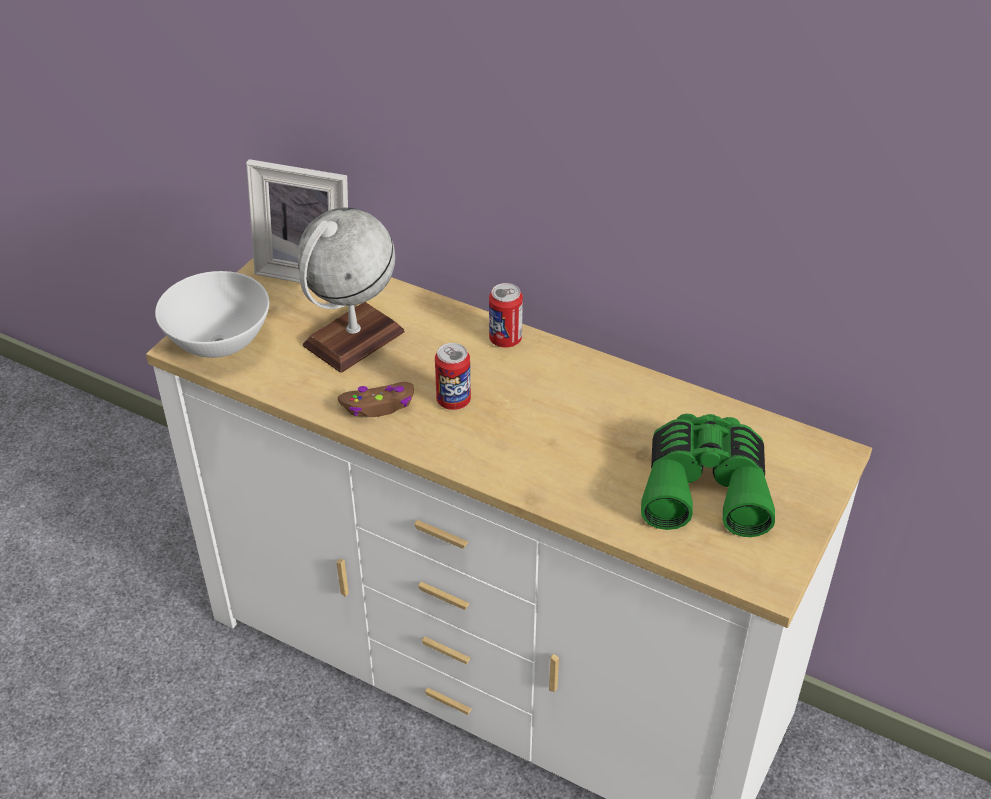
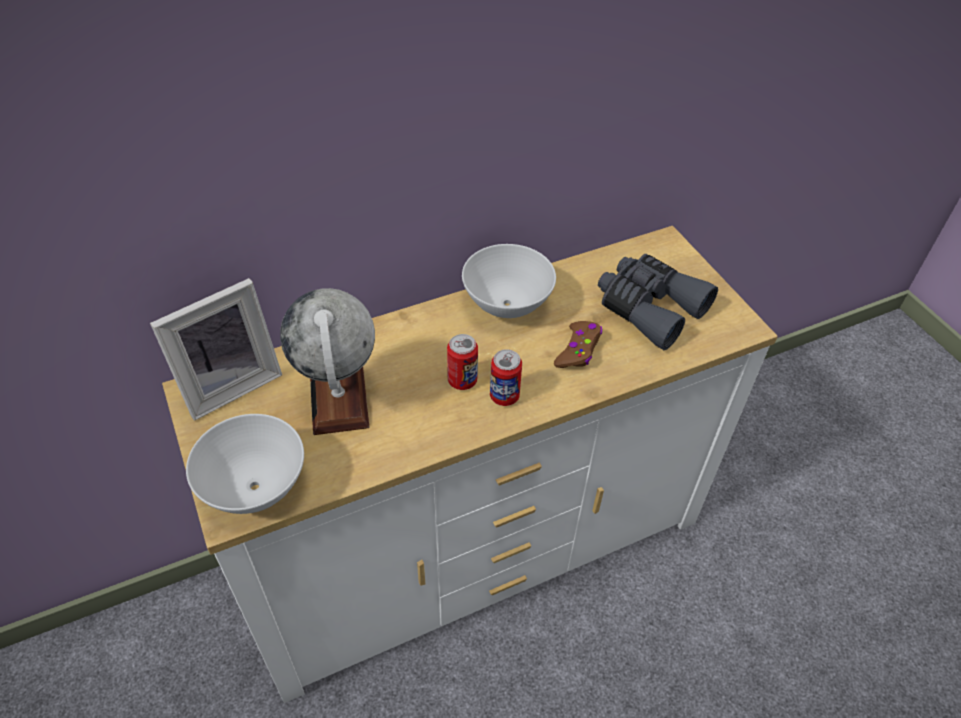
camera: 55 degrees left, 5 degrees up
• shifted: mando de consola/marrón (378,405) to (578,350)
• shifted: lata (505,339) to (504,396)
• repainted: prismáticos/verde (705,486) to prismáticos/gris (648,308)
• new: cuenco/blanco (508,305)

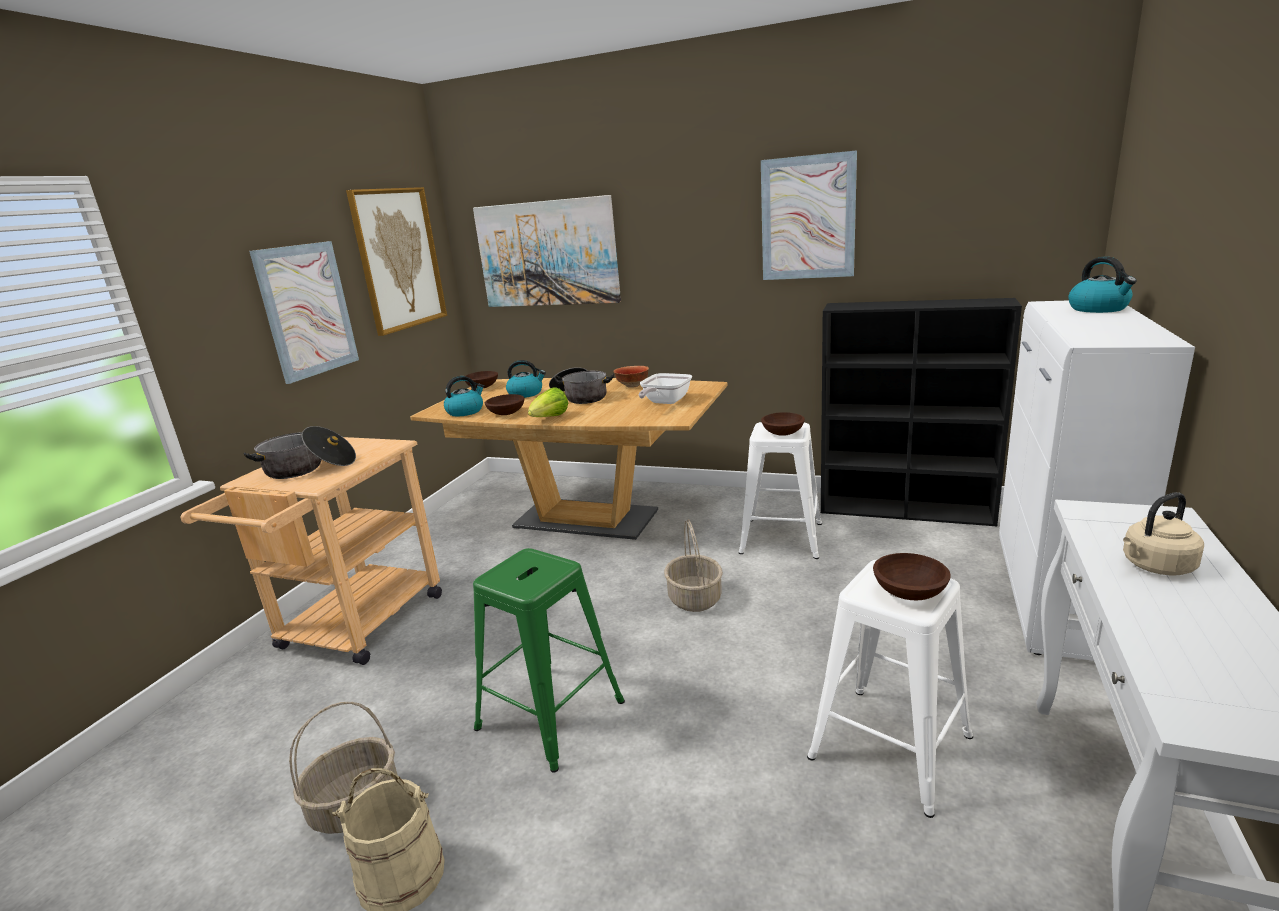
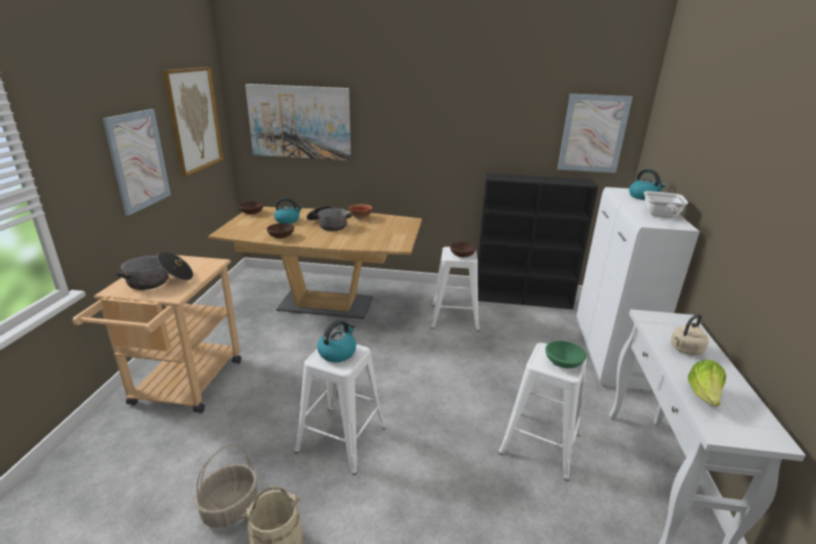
camera: 15 degrees left, 5 degrees up
• shifted: hervidor (465,411) to (337,353)
• repainted: taburete/verde (550,713) to taburete/blanco (341,437)
• shifted: lechuga (549,418) to (704,396)
• shifted: sartén (664,402) to (660,216)
• gone: cesta (695,599)
• shifted: cuadro (807,218) to (593,133)
• repainted: cuenco/marrón (908,592) to cuenco/verde (562,363)

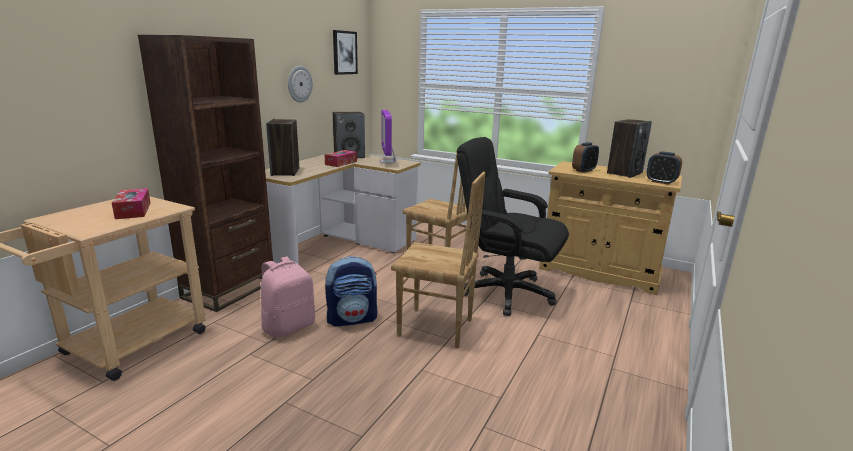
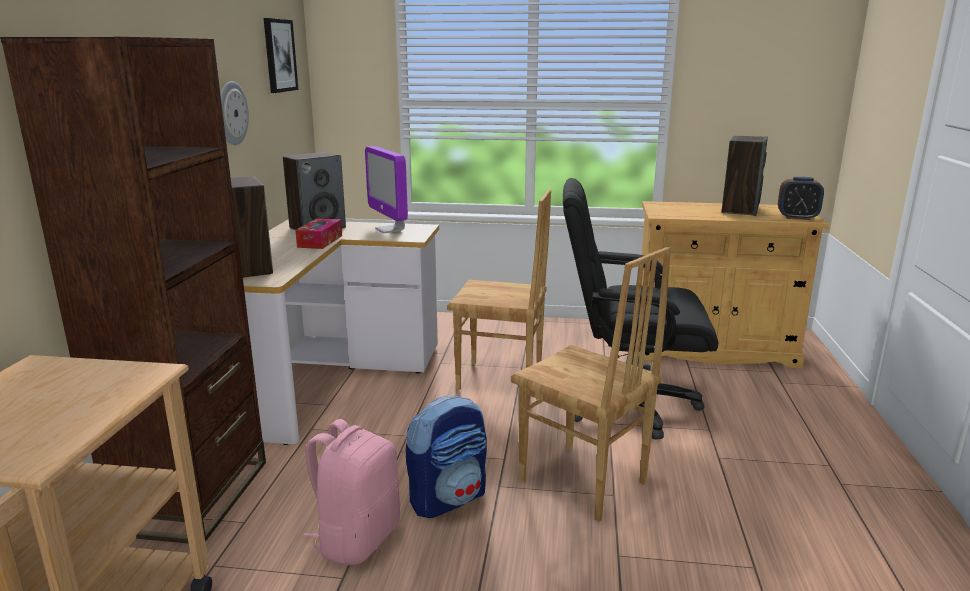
camera: 20 degrees left, 0 degrees up
• gone: caja de pañuelos (133,210)
• rotated: silla/marrón (435,328) = (582,483) 45 degrees clockwise
• gone: despertador (583,170)

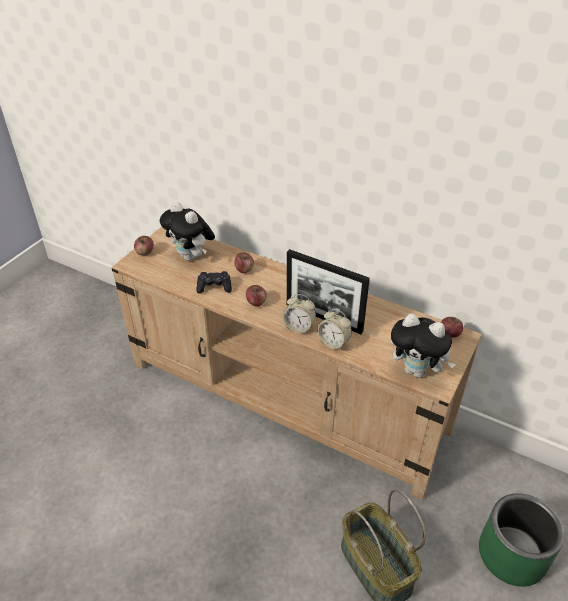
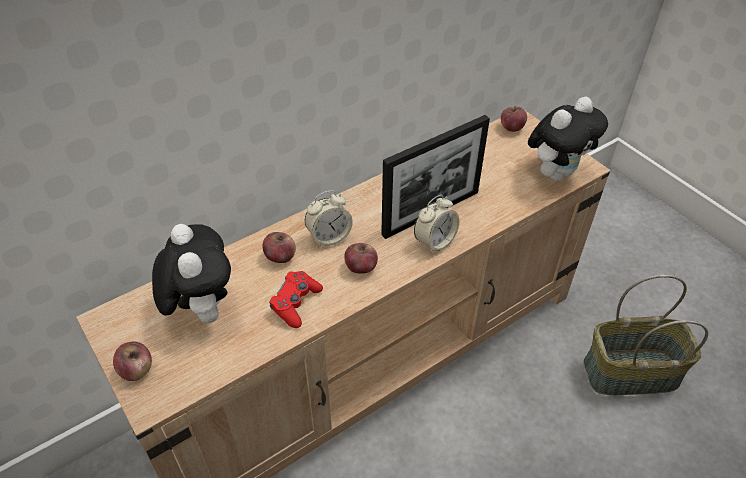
camera: 65 degrees left, 5 degrees up
• rotated: peluche (191,257) = (201,309) 90 degrees counterclockwise
• repainted: mando de consola/negro (214,287) to mando de consola/rojo (296,303)
• shifted: despertador (333,342) to (329,237)
• gone: maceta/verde (512,555)

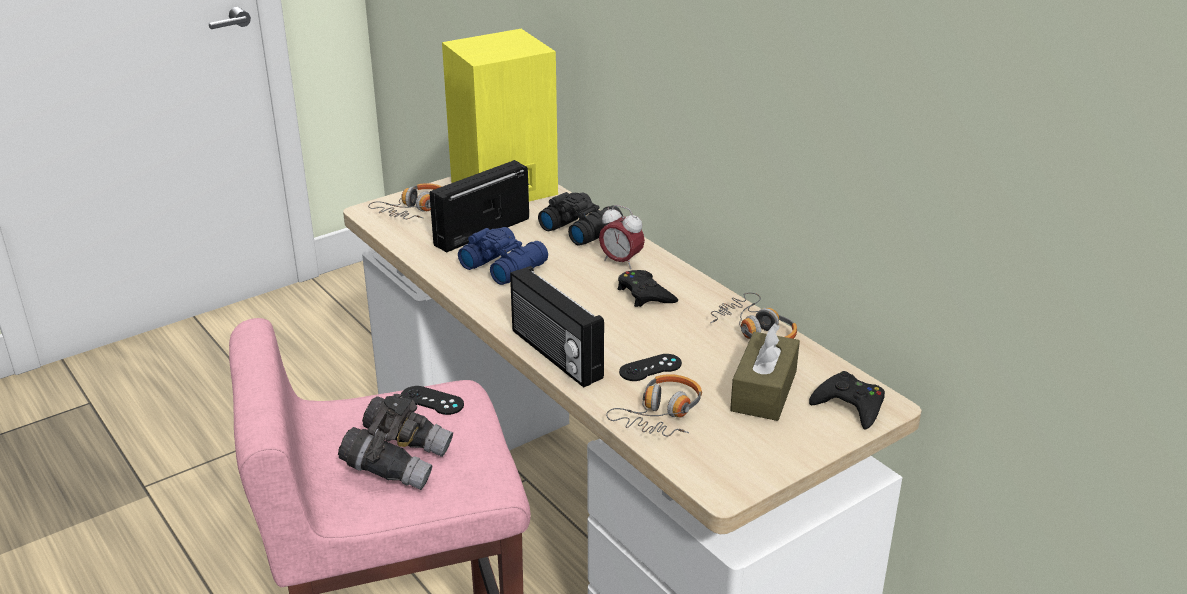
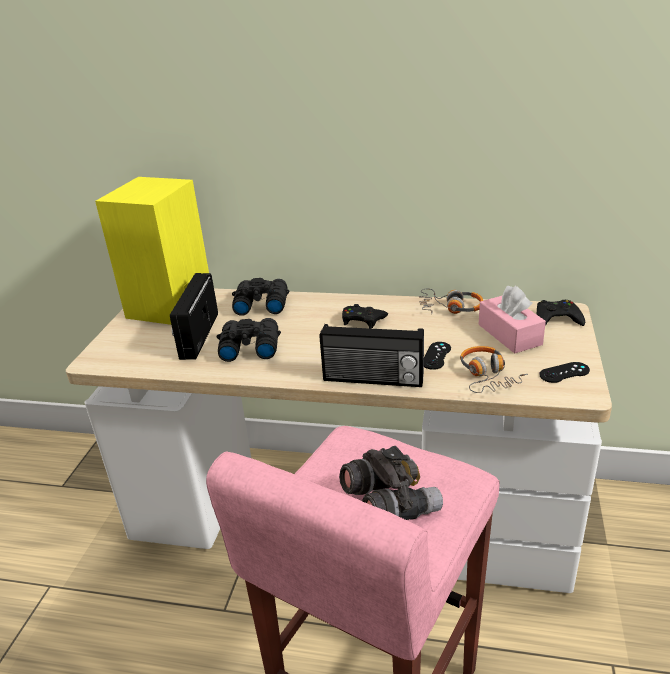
camera: 40 degrees left, 0 degrees up
• gone: auriculares (414,210)
• shifted: mando de consola/negro (432,401) to (564,372)
• repainted: prismáticos/azul (503,265) to prismáticos/negro (248,347)
• gone: despertador (621,262)
• repainted: caja de pañuelos/marrón (764,391) to caja de pañuelos/rosa (509,334)

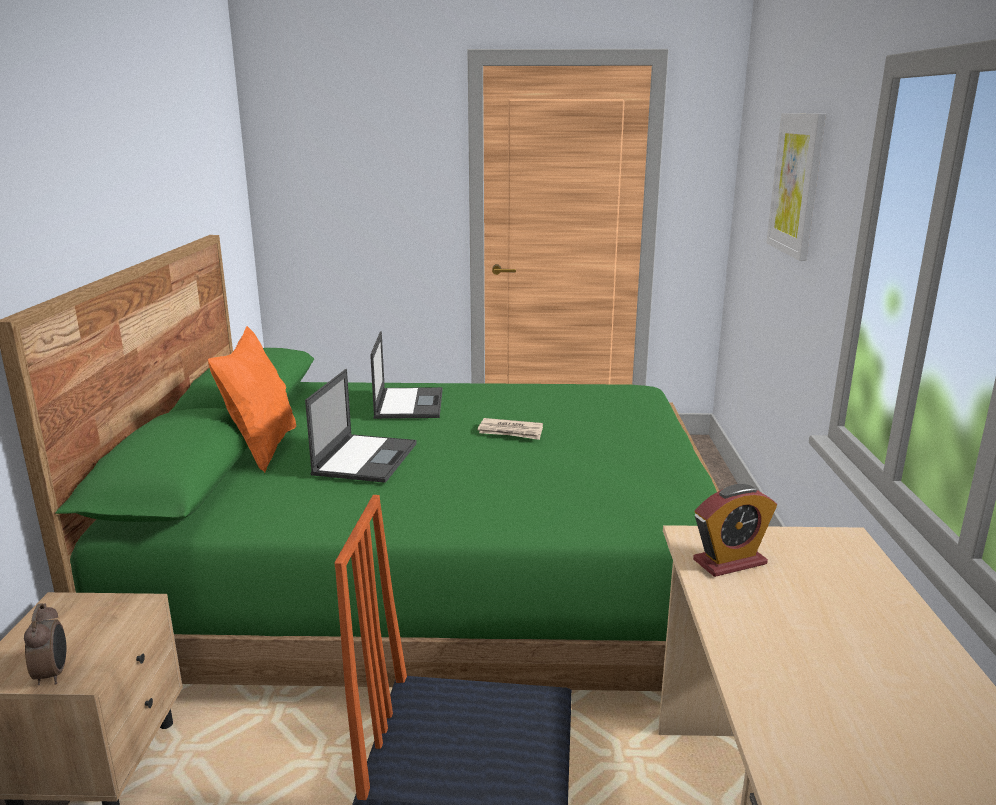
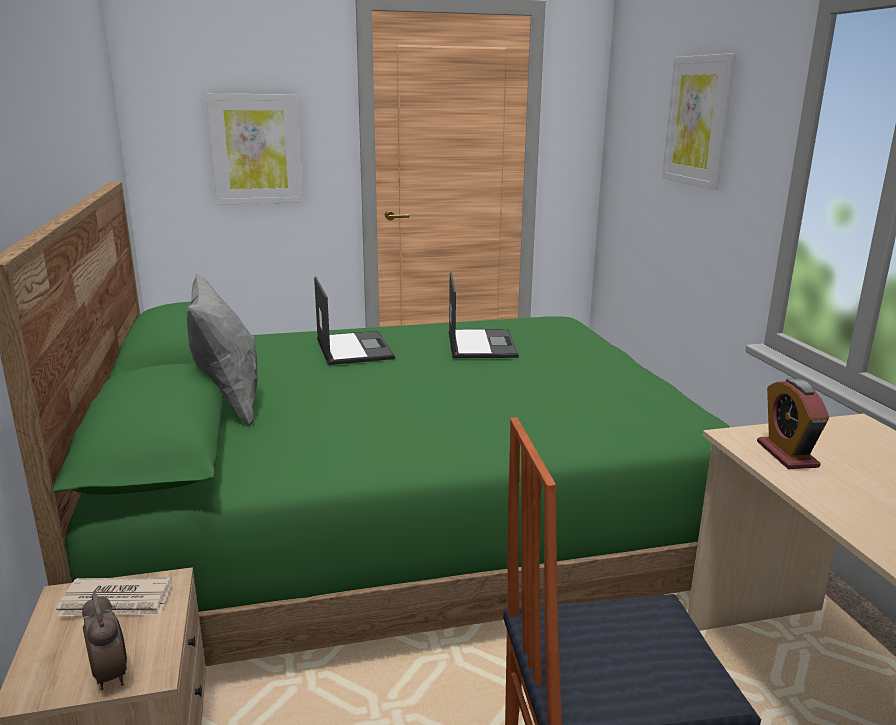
camera: 15 degrees left, 0 degrees up
• repainted: cojín/naranja (261,448) to cojín/gris (228,403)
• shifted: portátil (365,458) to (481,344)
• shifted: periódico (511,432) to (117,602)
• rotated: despertador (729,562) = (787,454) 120 degrees clockwise
• new: cuadro (256,149)

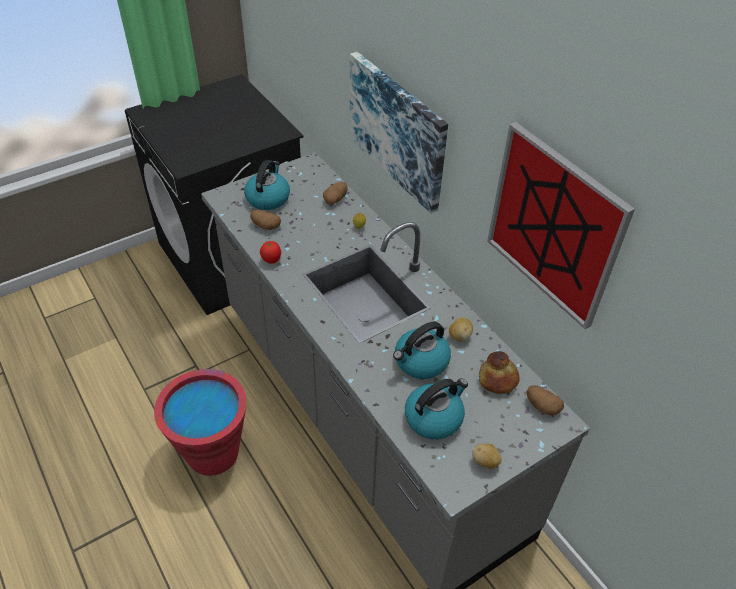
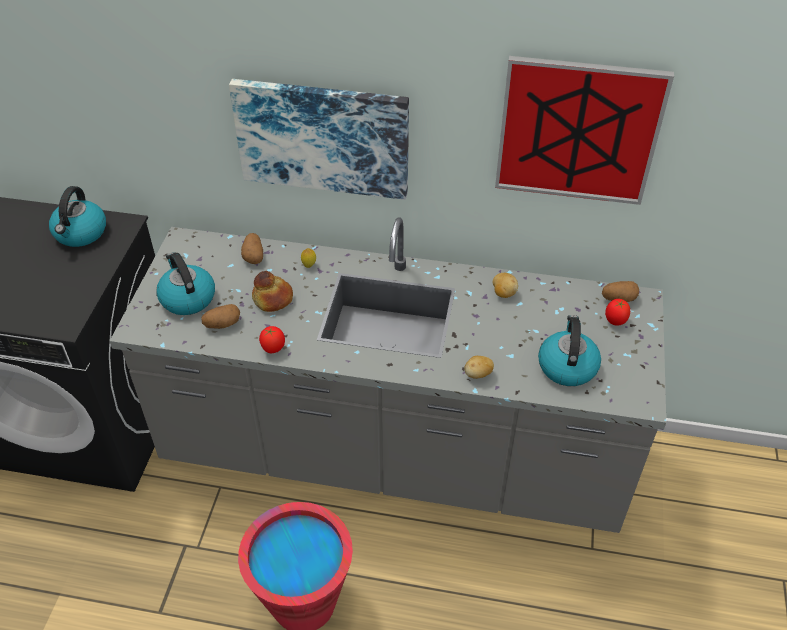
camera: 45 degrees left, 0 degrees up
• shifted: hervidor (420,362) to (80,233)
• shifted: patata (485,462) to (478,374)
• shifted: pan (497,379) to (272,299)
• new: tomate (615,321)

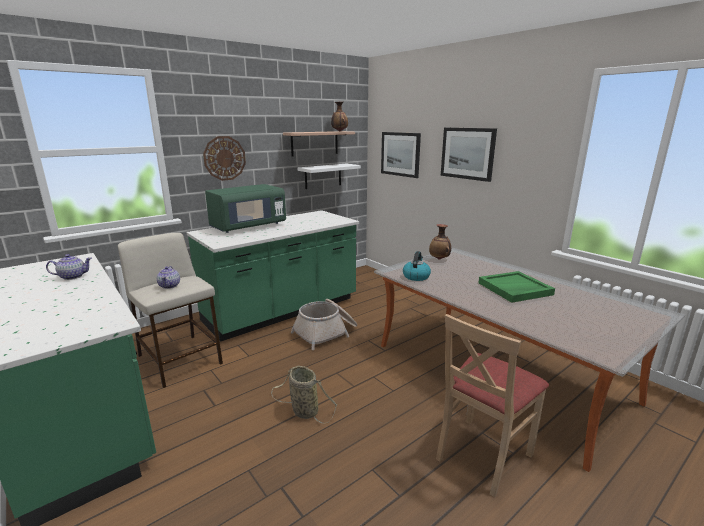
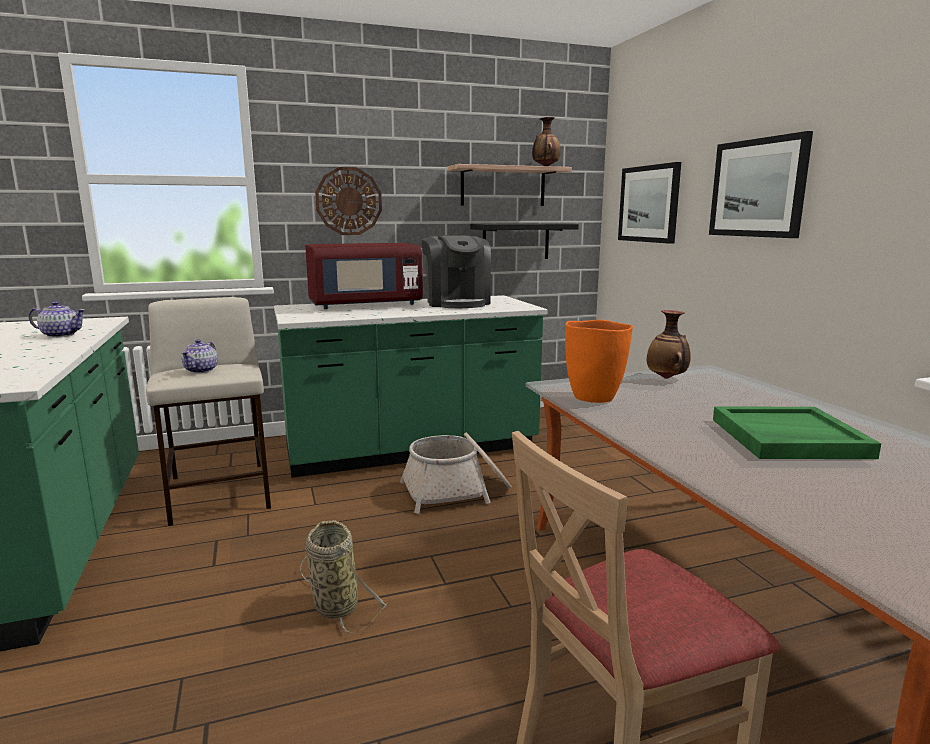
camera: 20 degrees right, 5 degrees down
• repainted: microondas/verde (248,226) to microondas/rojo (365,305)
• repainted: estante/blanco (323,176) to estante/negro (515,241)
• swapped: hervidor (416,276) to florero/naranja (594,397)
• new: cafetera (456,303)

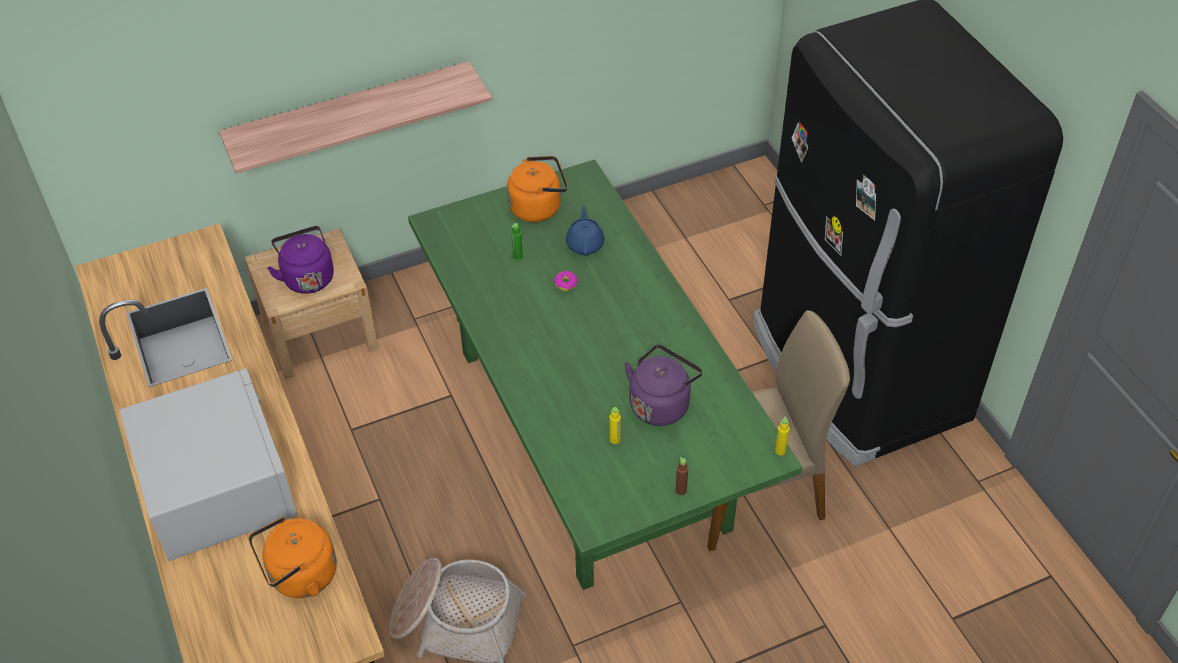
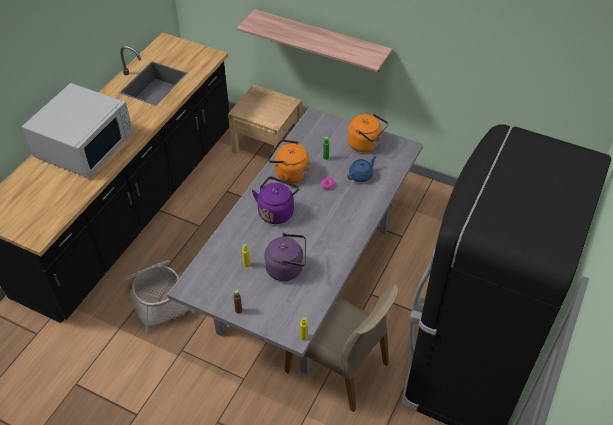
camera: 50 degrees right, 0 degrees up
• shifted: hervidor/naranja (299,577) to (289,173)
• shifted: hervidor/morado (307,277) to (276,211)
• repainted: mesa de comedor/verde (592,439) to mesa de comedor/gris (306,279)

